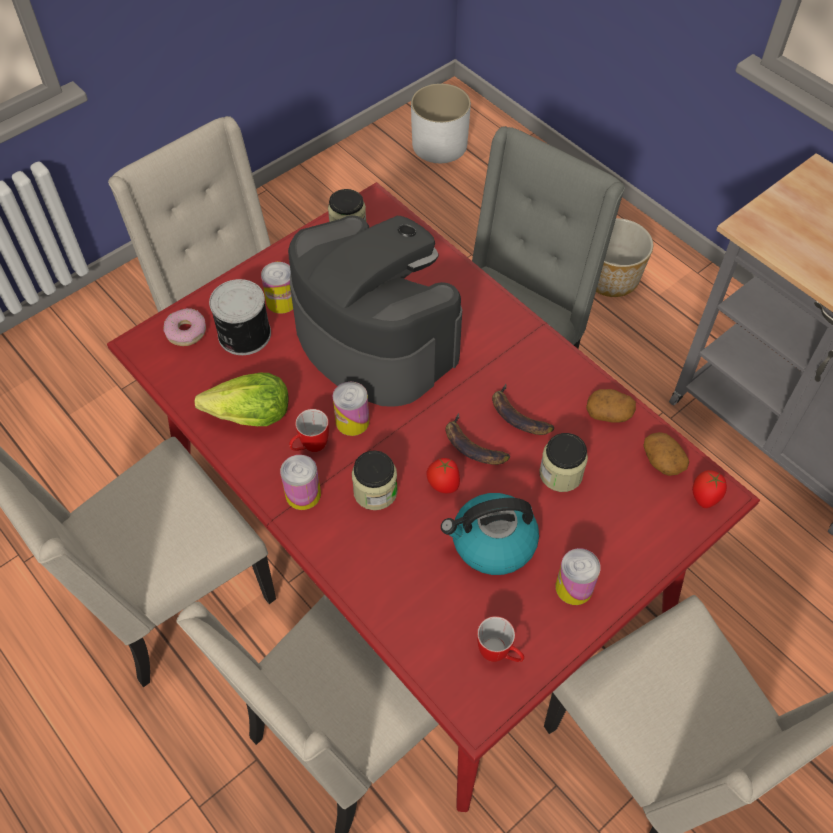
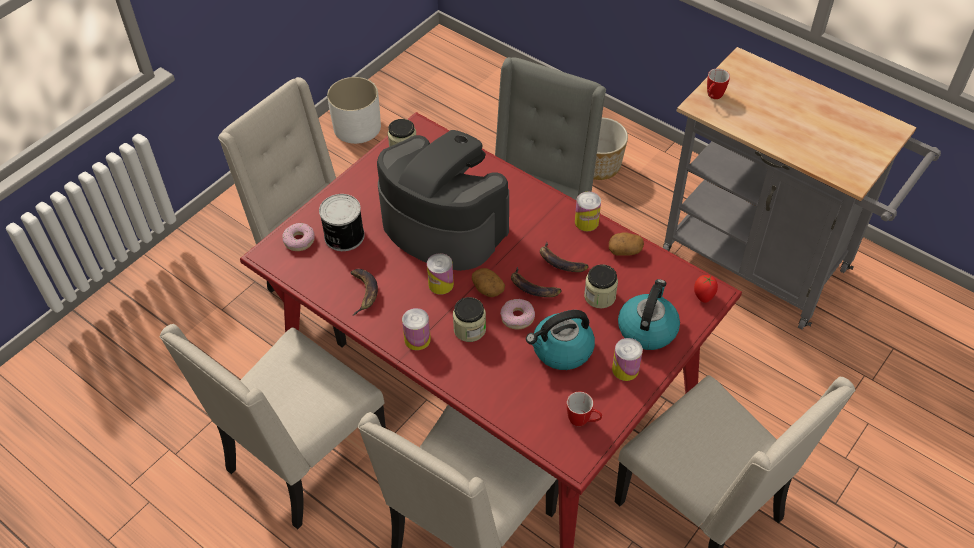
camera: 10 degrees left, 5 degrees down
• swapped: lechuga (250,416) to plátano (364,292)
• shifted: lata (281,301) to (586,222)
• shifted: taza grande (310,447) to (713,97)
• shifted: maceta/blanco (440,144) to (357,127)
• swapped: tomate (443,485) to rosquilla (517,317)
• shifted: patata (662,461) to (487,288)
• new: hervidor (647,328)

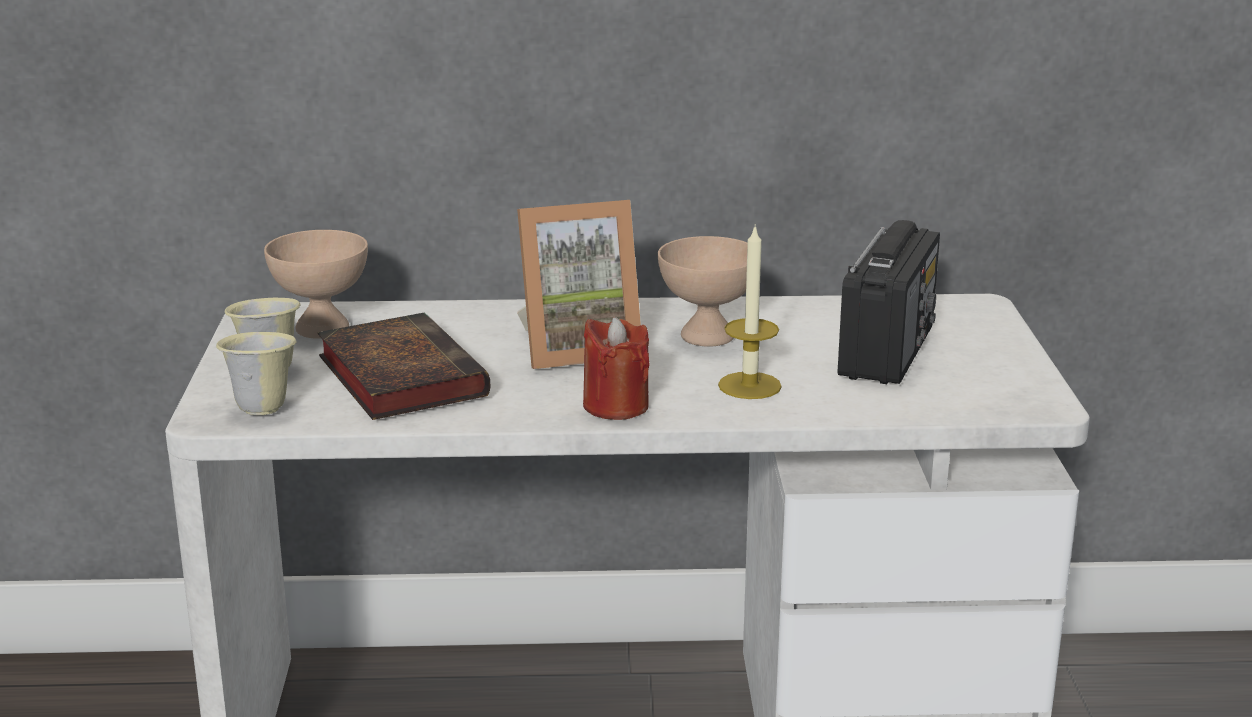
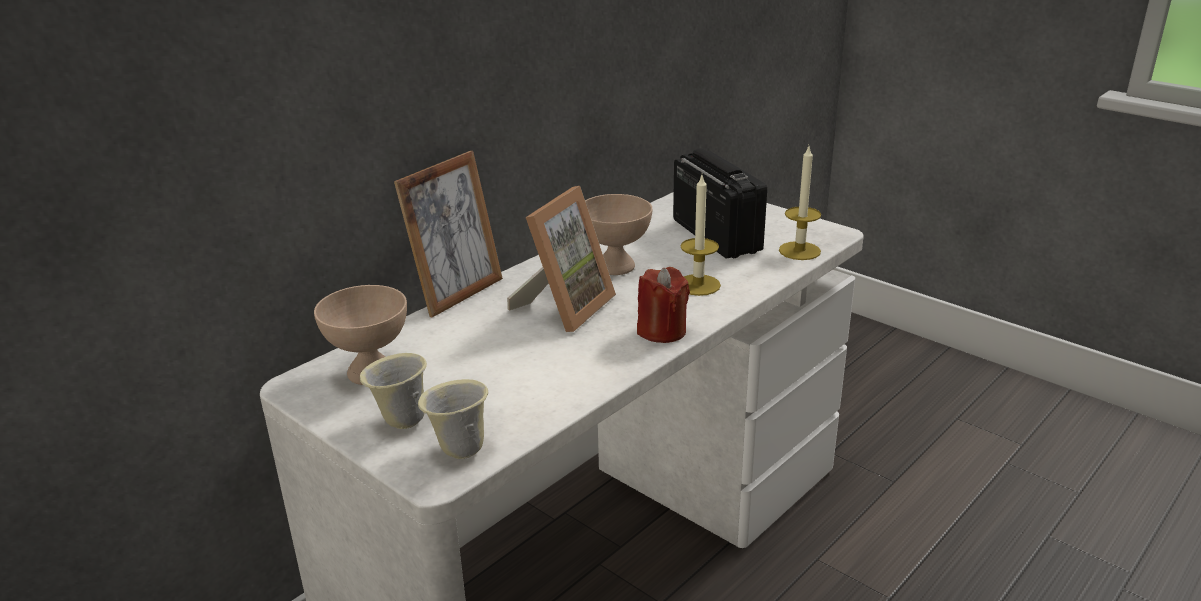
camera: 45 degrees left, 5 degrees up
• gone: libro (398,375)
• new: portarretratos (457,294)
• new: vela (799,251)

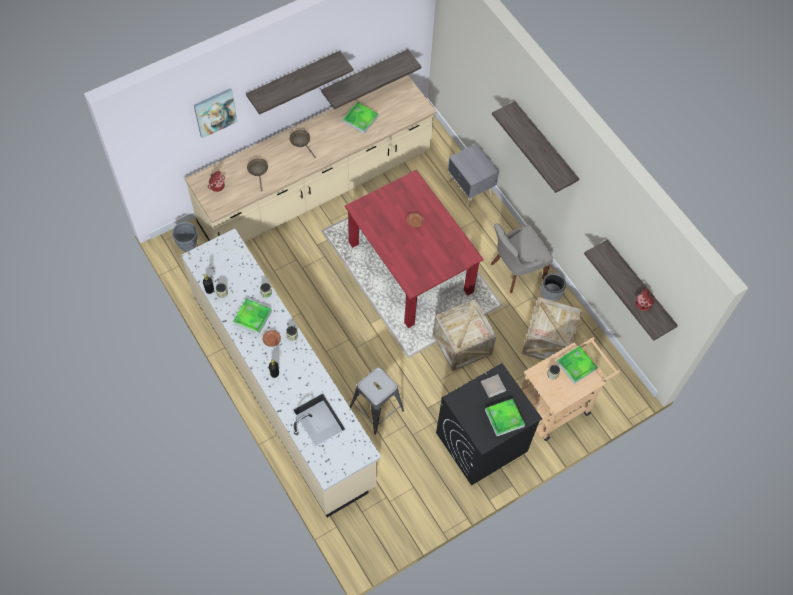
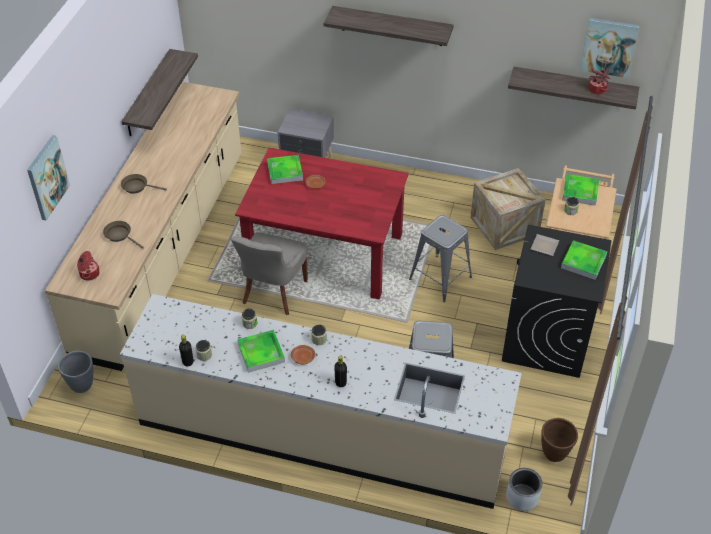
camera: 40 degrees left, 15 degrees down
• gone: estante (294,79)
• shifted: bandeja (360,119) to (285,171)
• swapped: caja de embalaje (462,344) to taburete/gris (440,278)
• shifted: silla/gris (515,270) to (273,293)
• shifted: maceta/gris (551,292) to (522,497)
• new: maceta/marrón (554,454)
• new: cuadro (609,47)

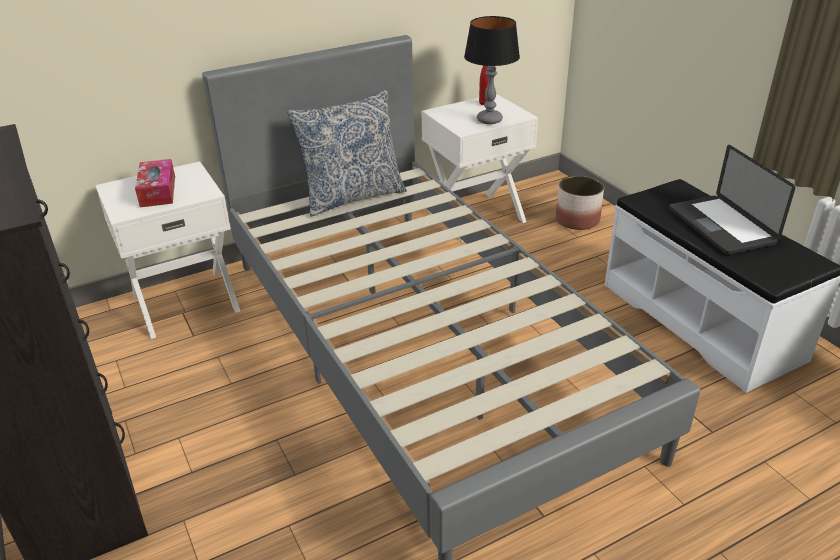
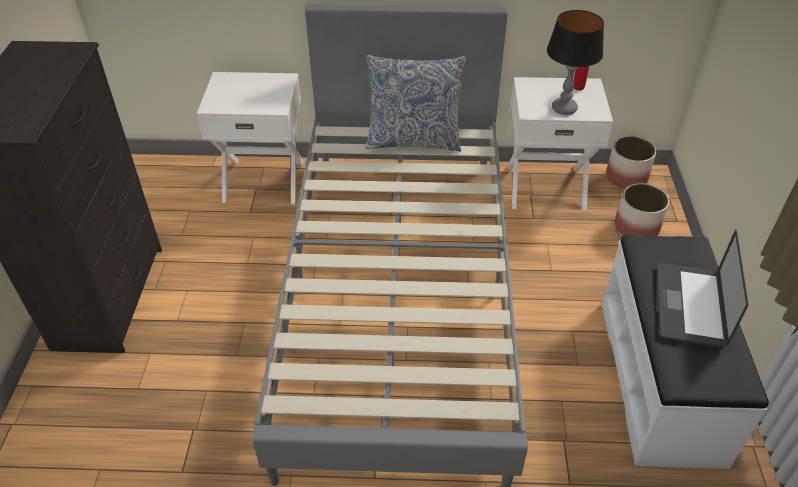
camera: 30 degrees right, 10 degrees up
• gone: caja de pañuelos (158,191)
• new: maceta (626,177)

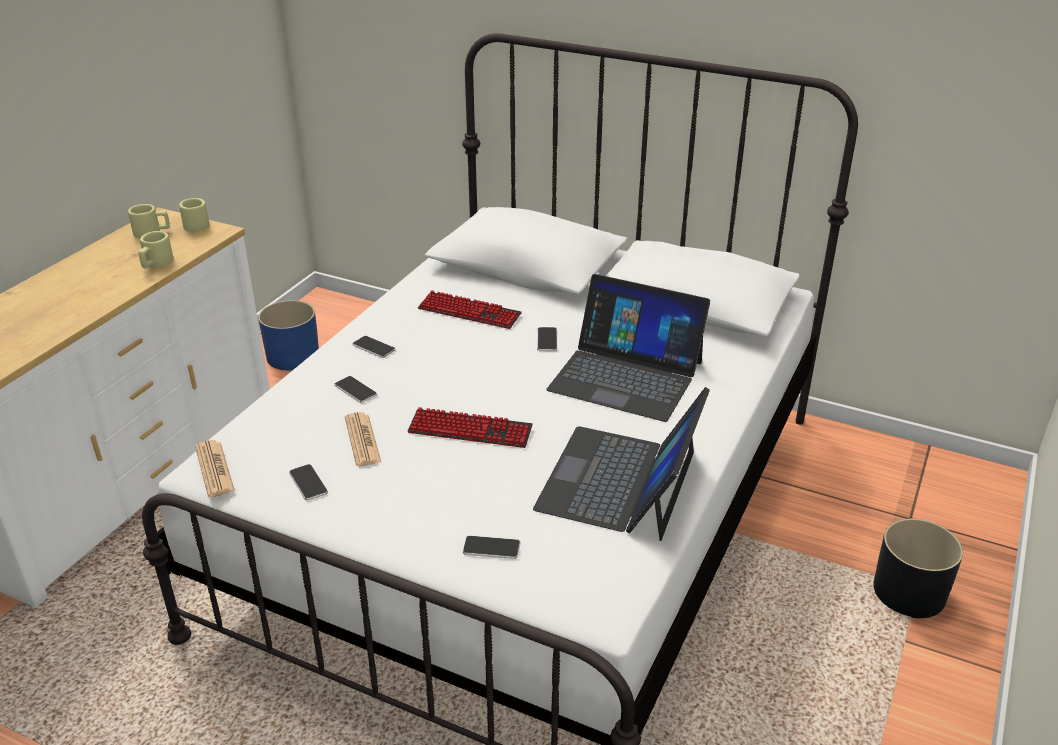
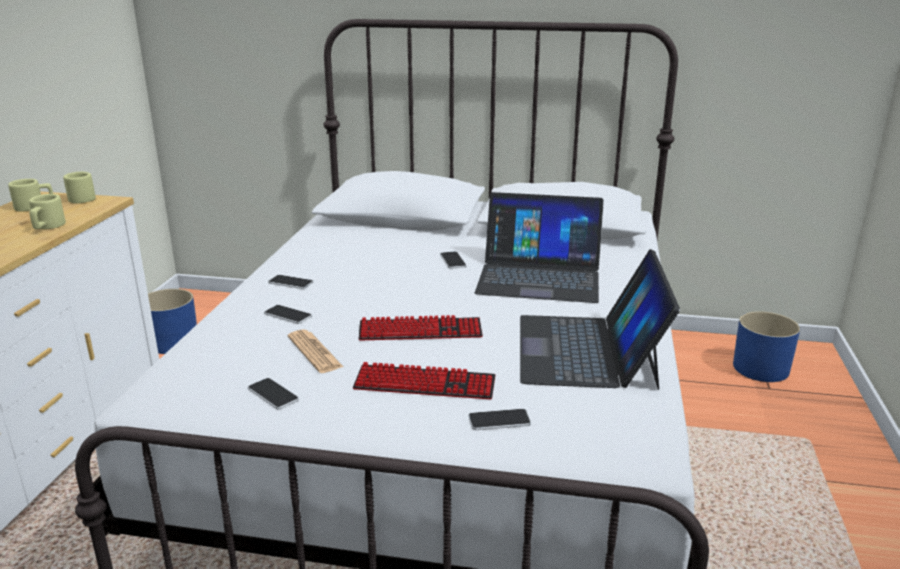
camera: 15 degrees left, 10 degrees down
• gone: periódico (214,469)
• shifted: teclado (469,312) to (424,384)
• gone: maceta/negro (909,592)
• new: maceta/azul (760,368)

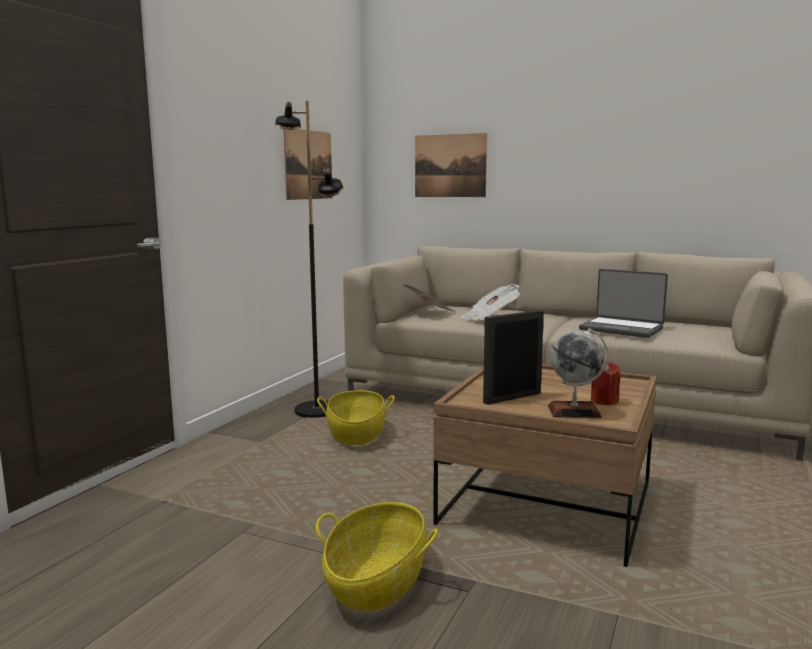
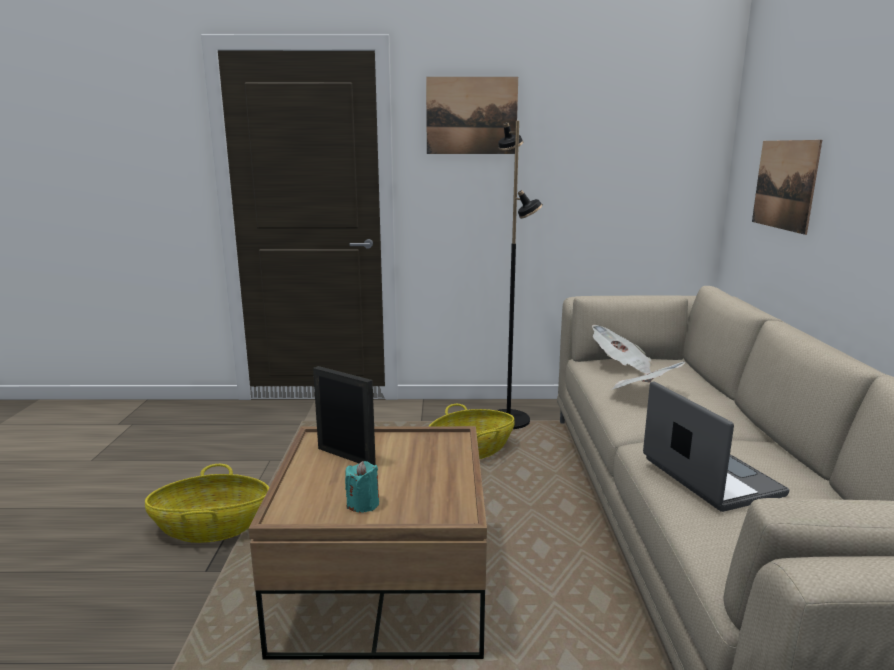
camera: 65 degrees right, 5 degrees up
• shifted: cuadro (308,165) to (471,116)
• gone: globo terráqueo (574,411)
• rotated: portátil (622,329) = (708,477) 150 degrees clockwise
• repainted: vela/rojo (604,401) to vela/turquesa (363,504)

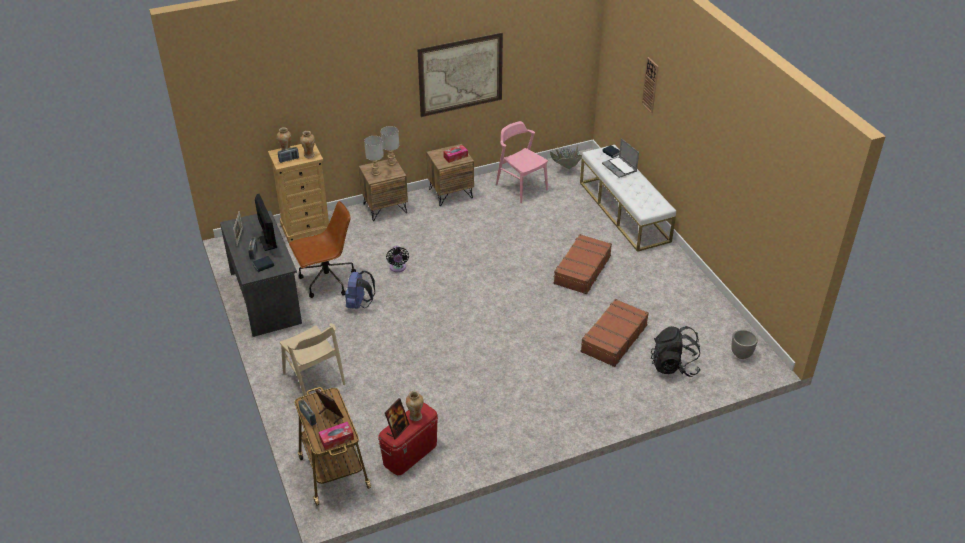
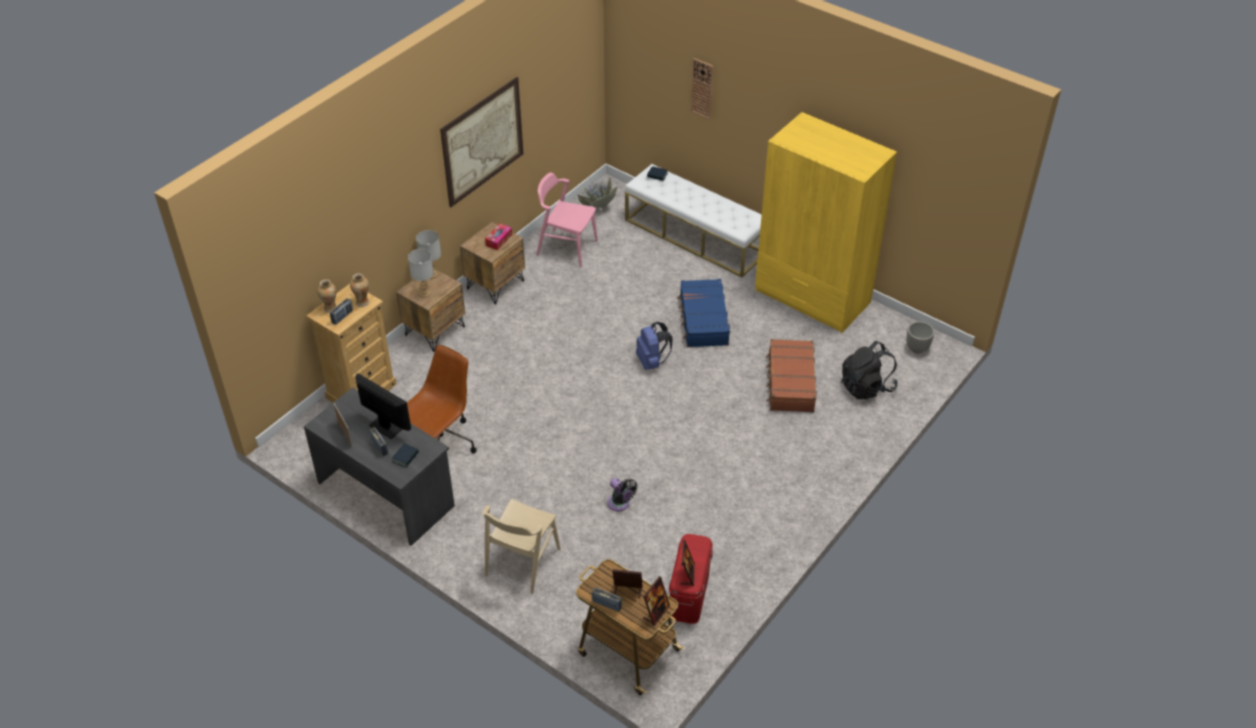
camera: 30 degrees left, 5 degrees up
• rotated: silla/beis (314,379) = (522,562) 90 degrees clockwise
• swapped: caja de pañuelos (336,439) to portarretratos (656,612)
• shifted: mochila/azul (359,304) to (652,362)
• shifted: ventilador/negro (398,268) to (620,504)
• gone: florero (415,416)
• repainted: maleta/marrón (581,270) to maleta/azul (703,320)
• gone: portátil (620,168)
• new: armario ropero/amarillo (812,297)

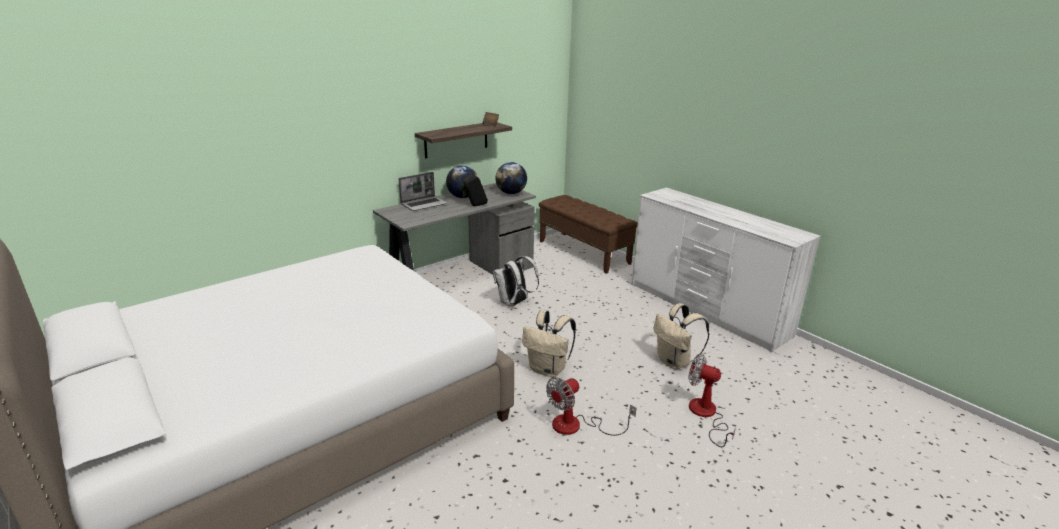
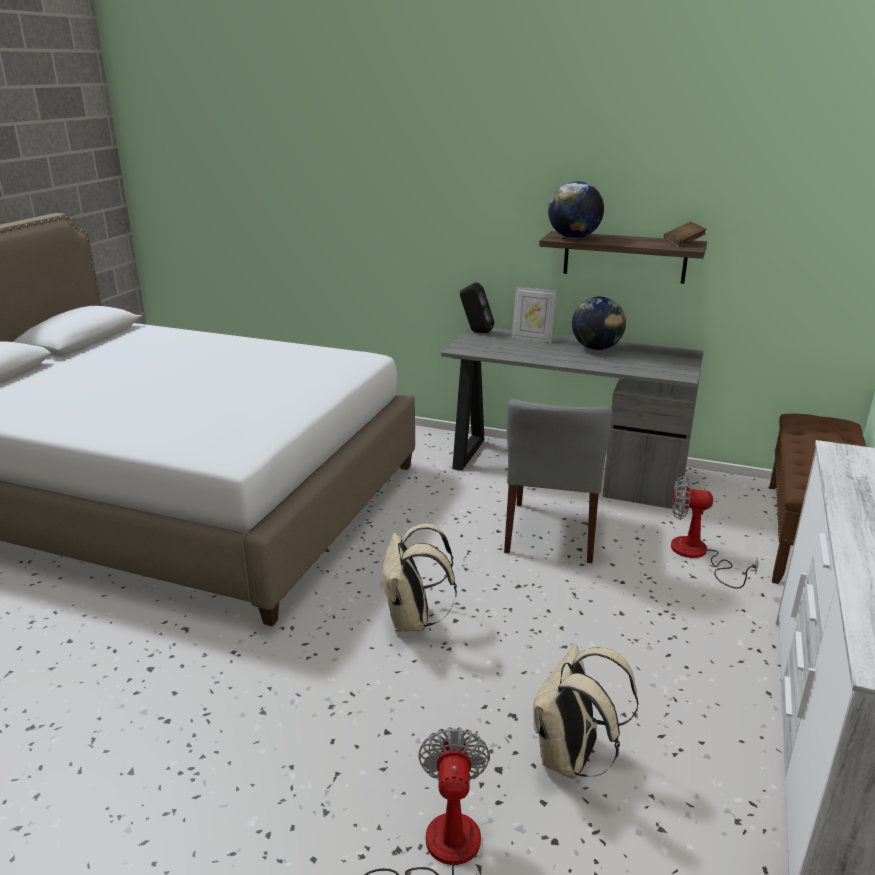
camera: 60 degrees right, 0 degrees up
• swapped: portátil (424,204) to portarretratos (532,339)
• shifted: altavoz/negro (475,206) to (475,332)
• swapped: mochila/blanco (514,303) to silla/gris (552,532)
• shifted: globo terráqueo (511,193) to (573,238)
• shifted: ventilador (577,426) to (698,555)

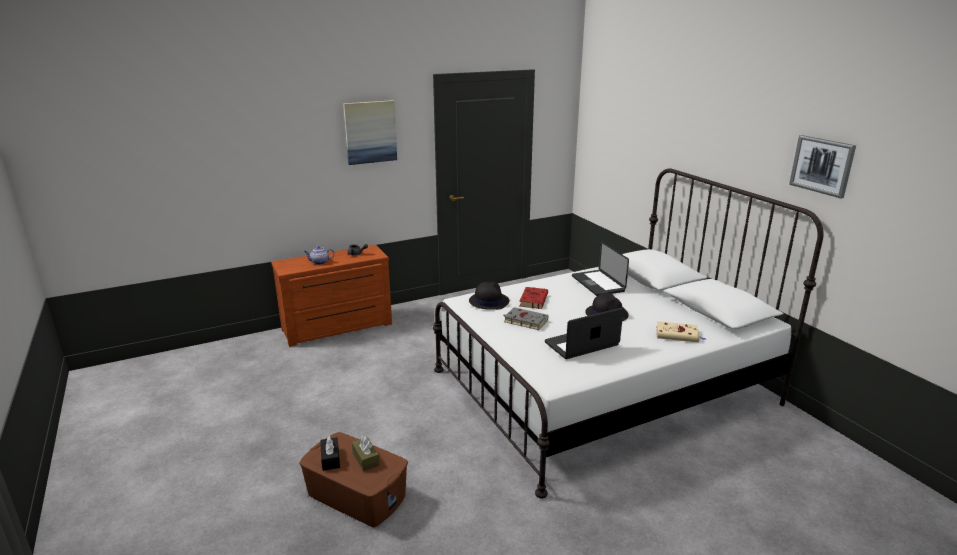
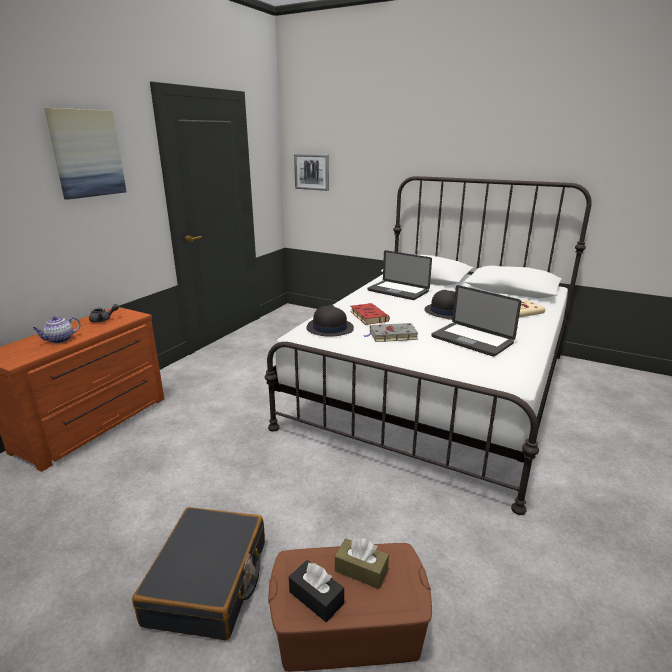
camera: 35 degrees left, 0 degrees up
• rotated: portátil (581,344) = (471,340) 75 degrees counterclockwise
• shifted: cuadro (822,165) to (312,172)
• new: maleta/negro (209,582)

